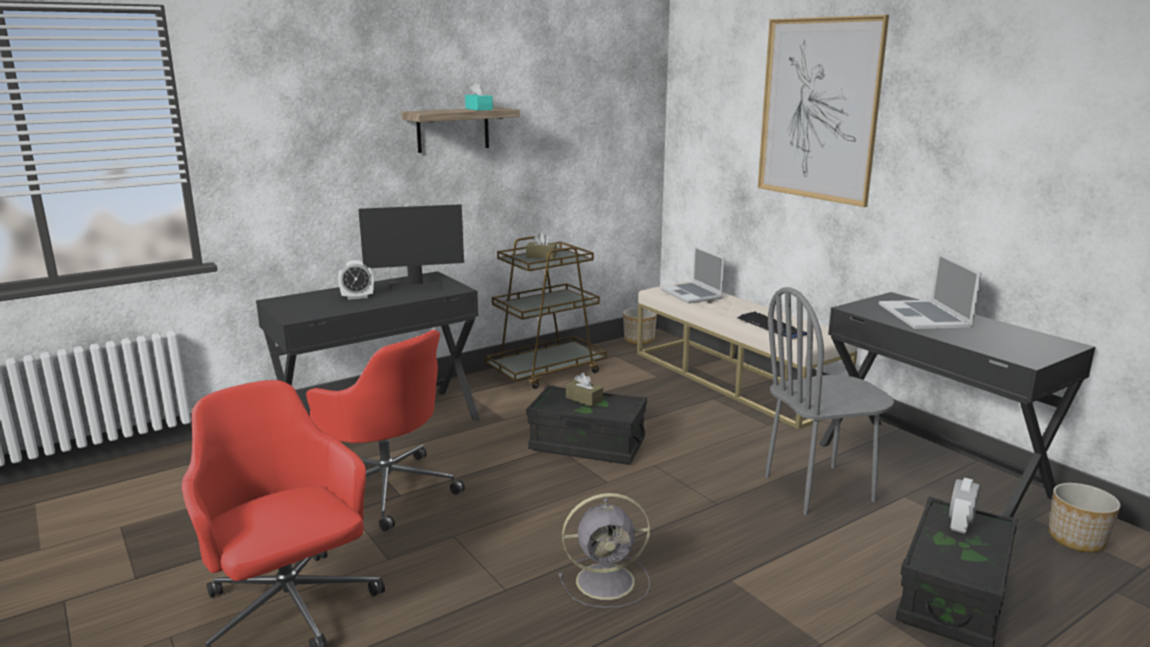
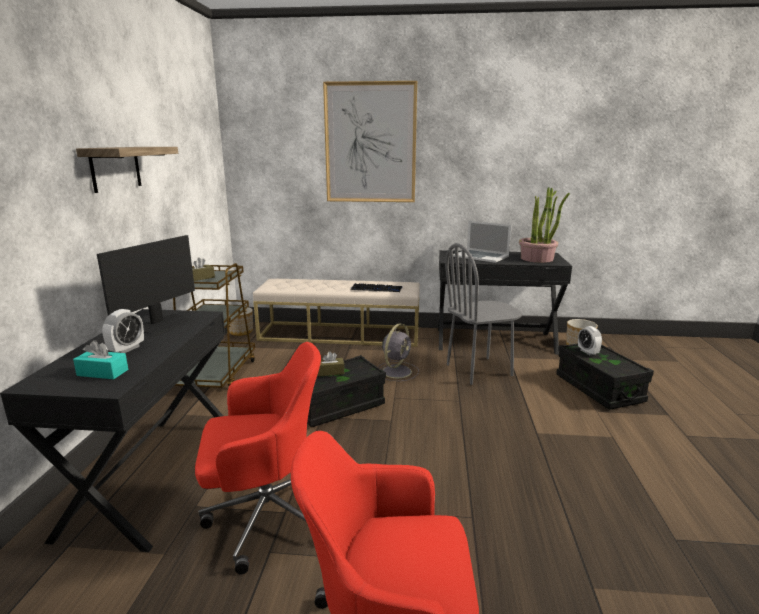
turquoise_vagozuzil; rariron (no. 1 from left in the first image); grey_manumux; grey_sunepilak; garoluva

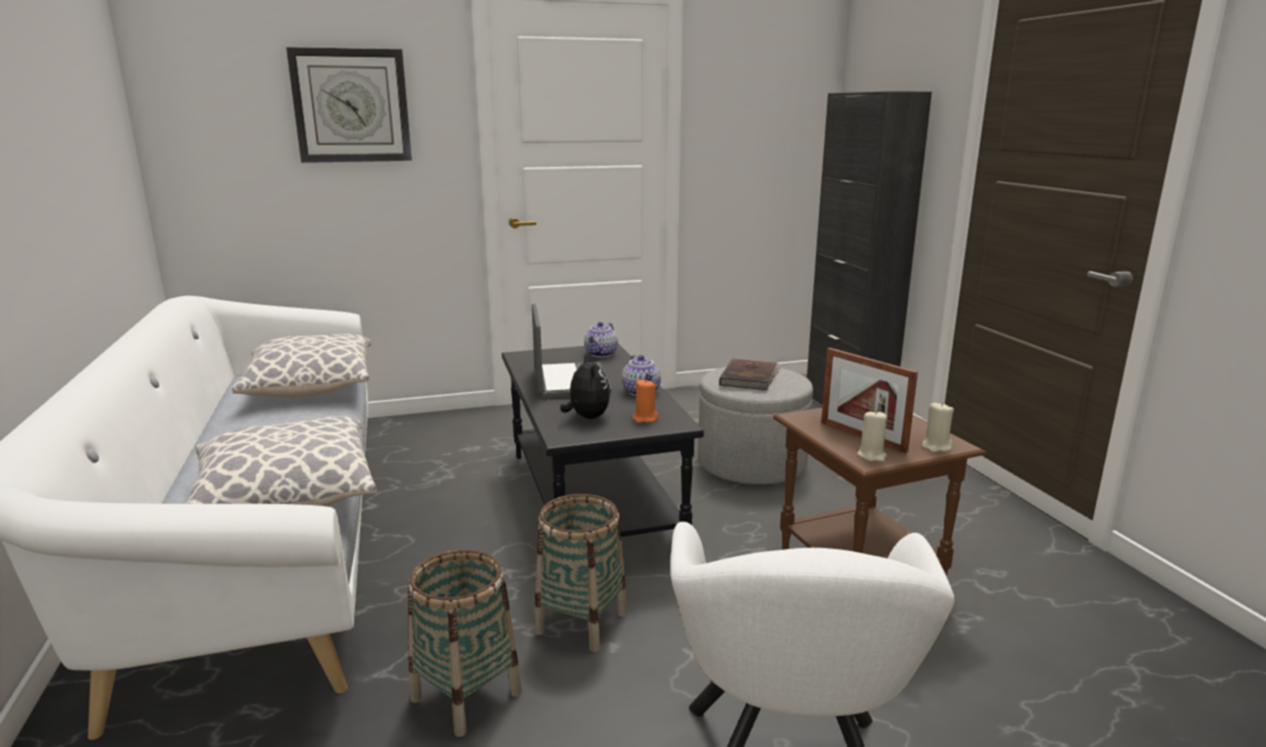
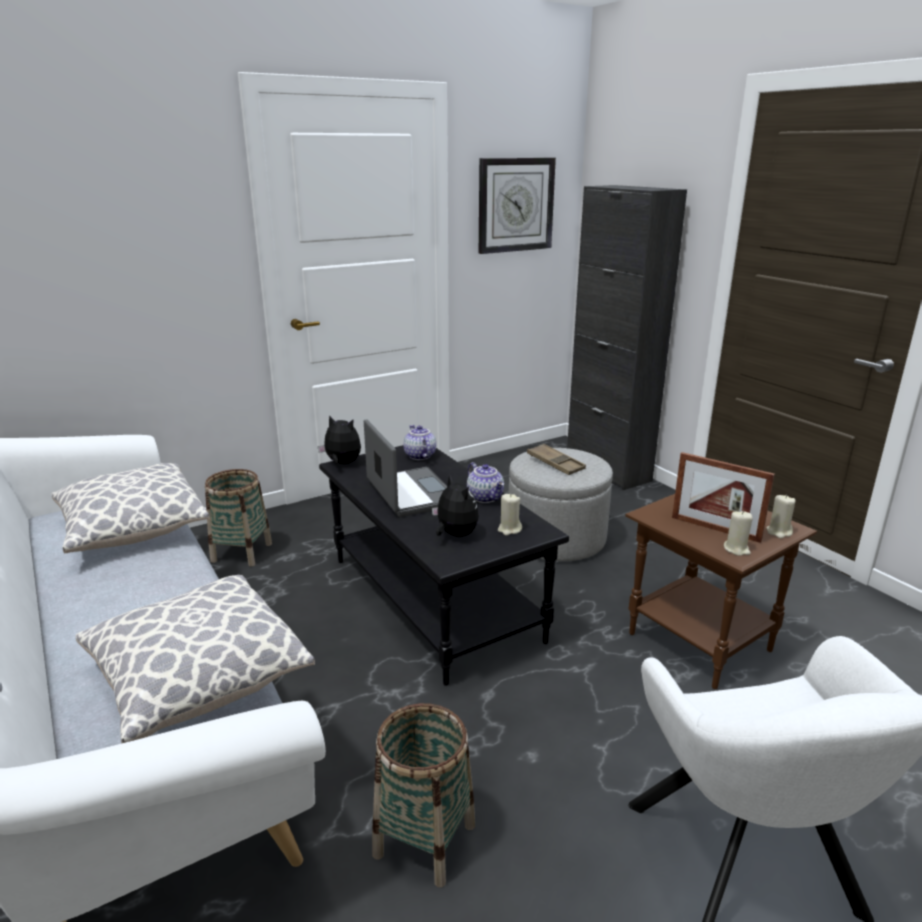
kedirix; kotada (no. 1 from left); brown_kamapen; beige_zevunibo (no. 1 from left); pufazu (no. 1 from left); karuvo (no. 1 from left)

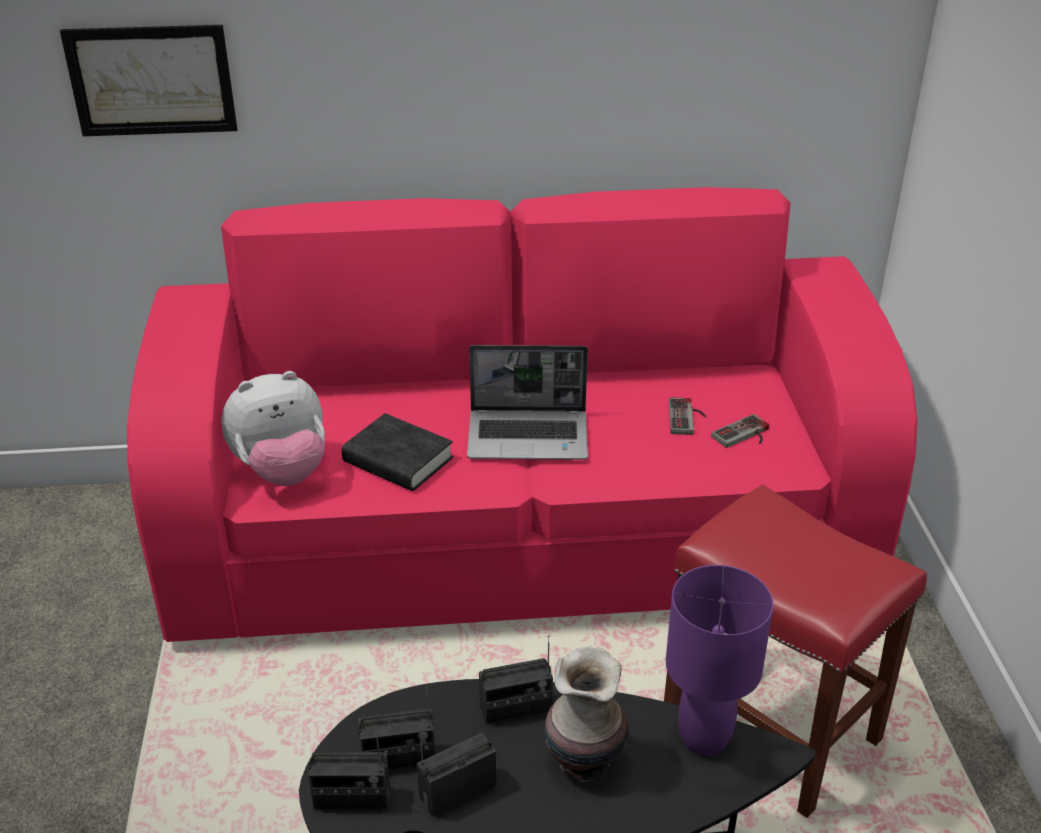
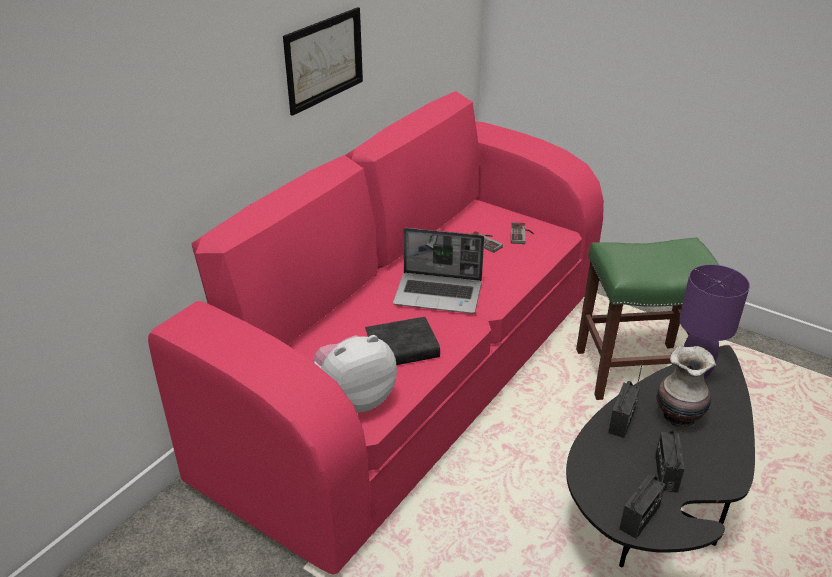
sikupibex; rariron; karuvo; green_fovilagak; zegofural (no. 2 from left in the first image)

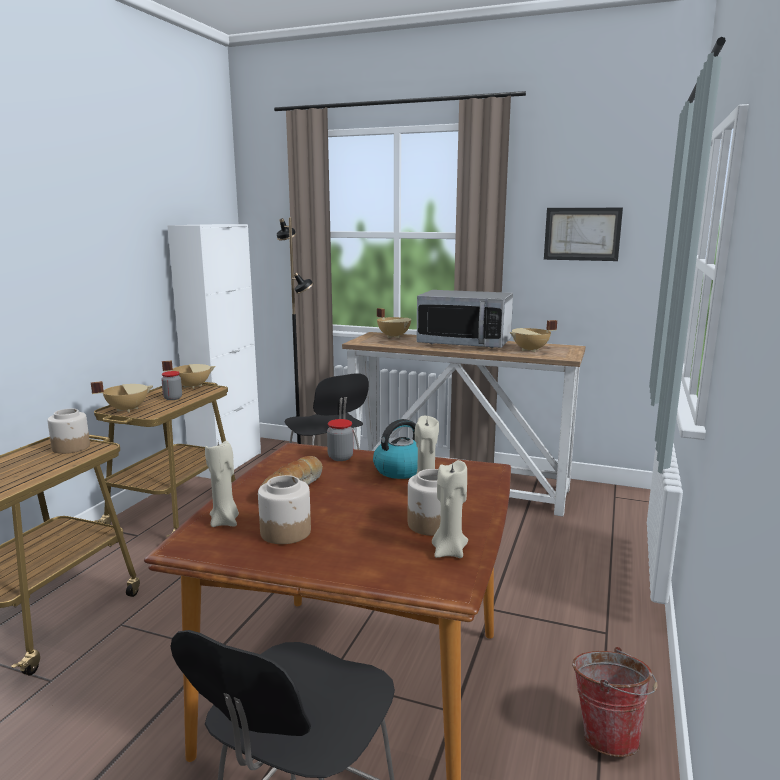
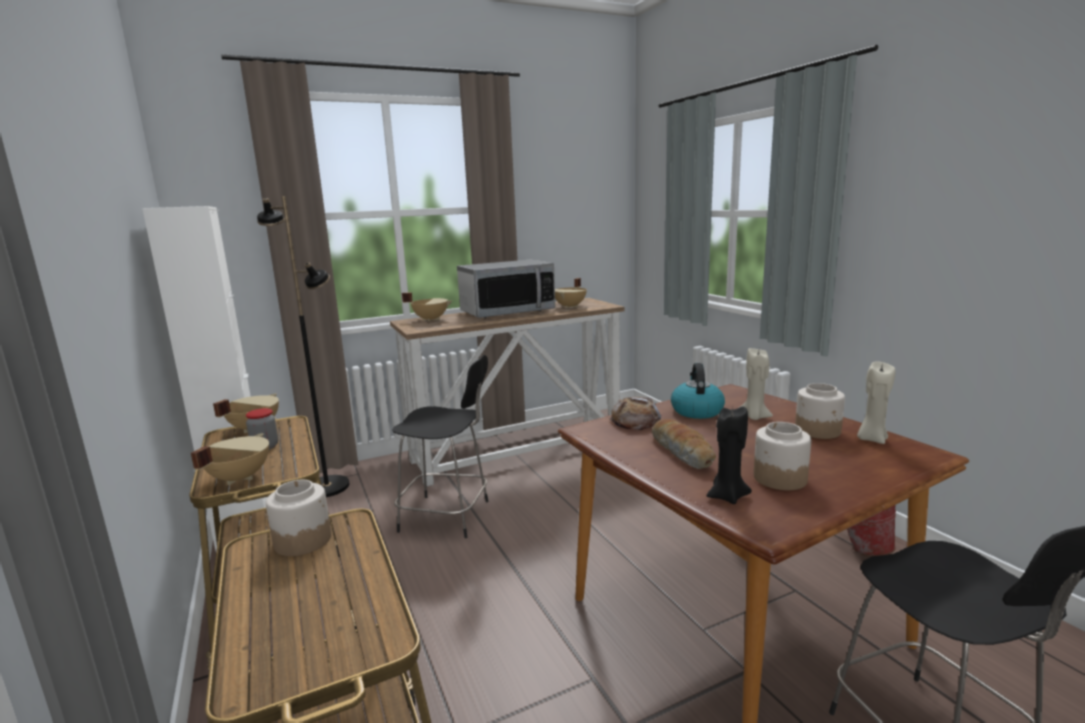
sikupibex; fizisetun (no. 1 from left); black_zevunibo

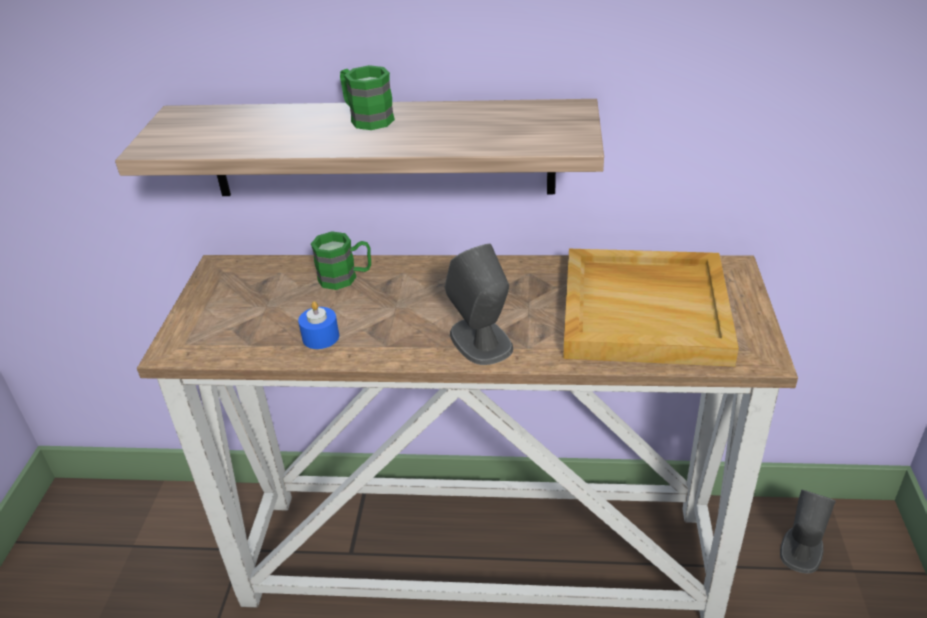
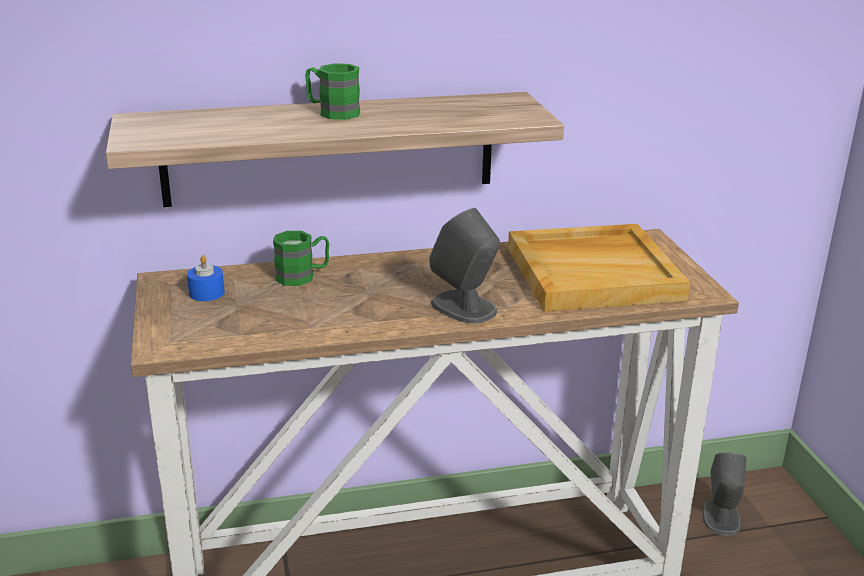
blue_zevunibo

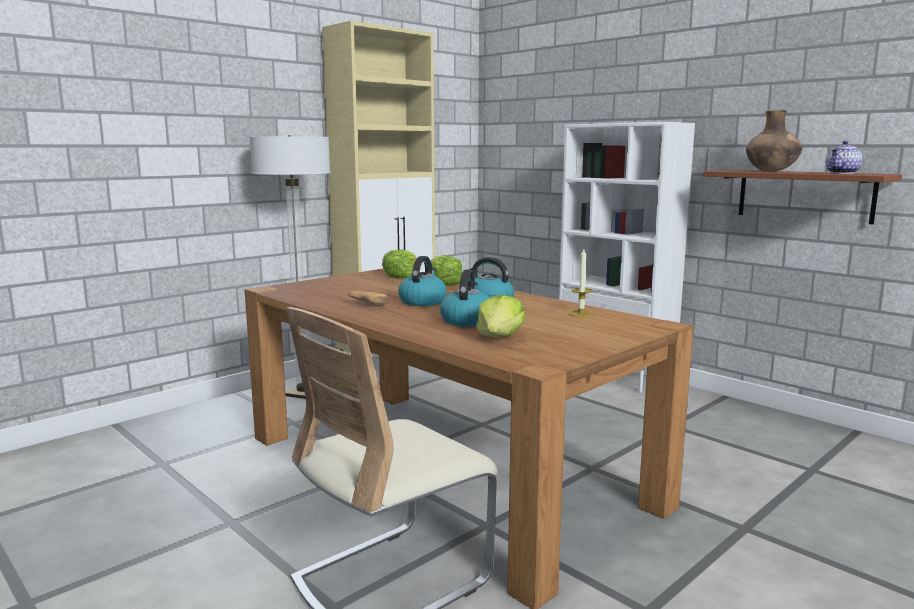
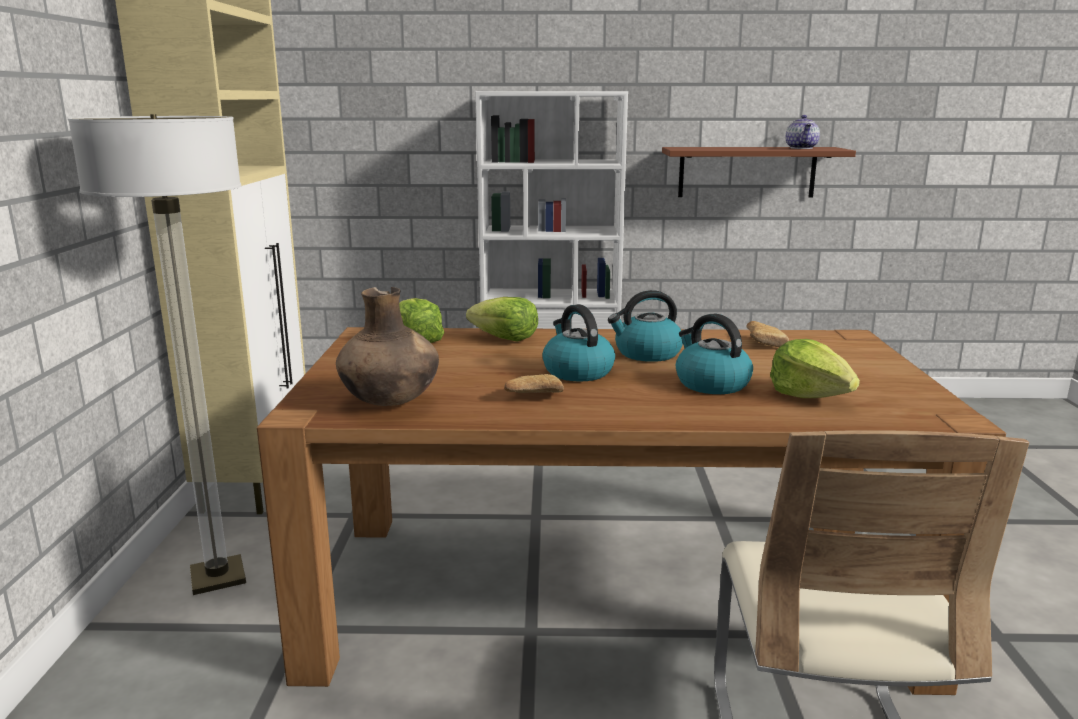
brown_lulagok; fizisetun (no. 2 from left)

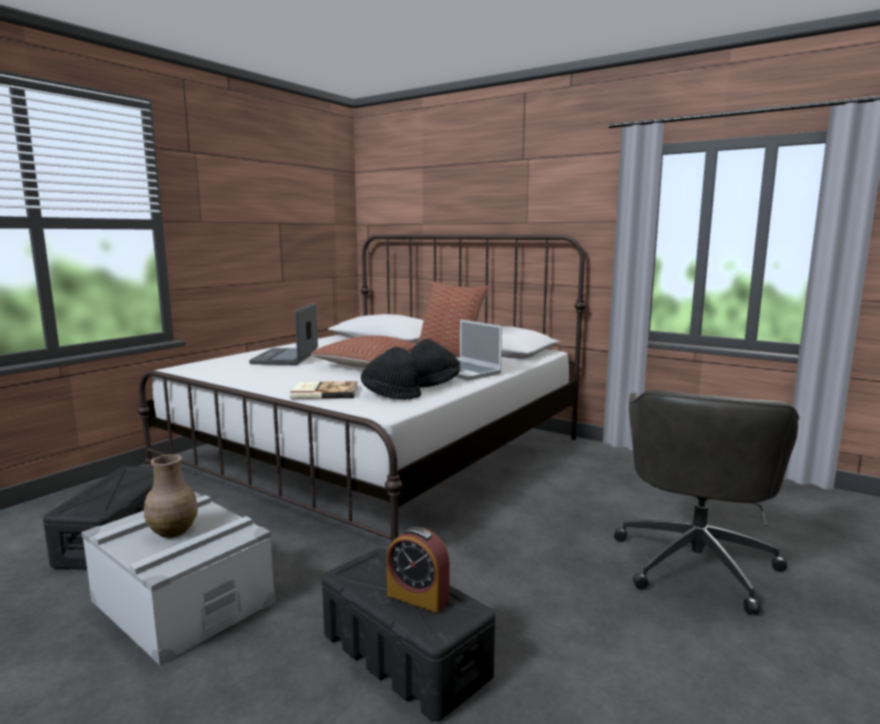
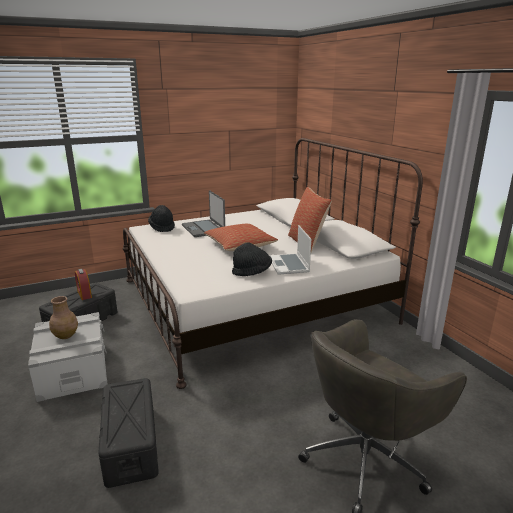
rariron (no. 1 from left); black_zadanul (no. 1 from left); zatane; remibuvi

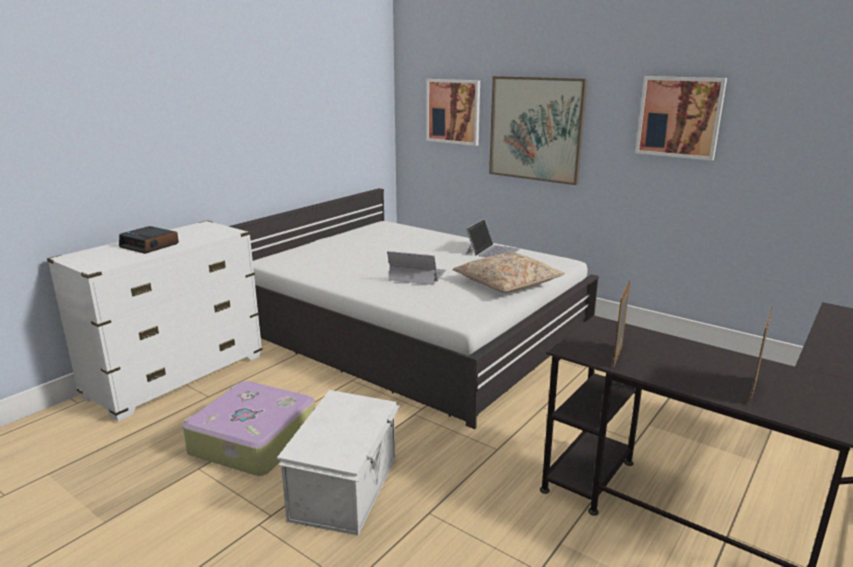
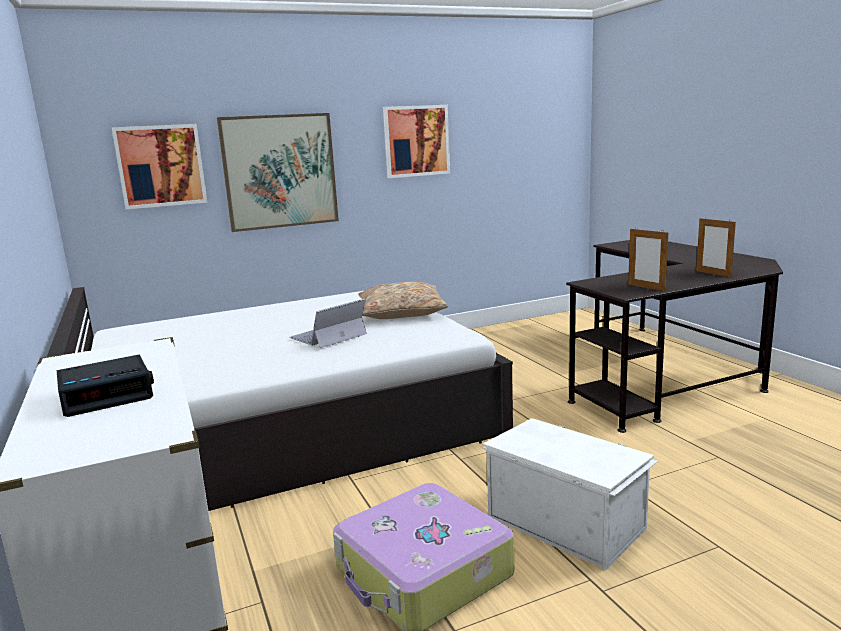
rariron (no. 2 from left in the first image)

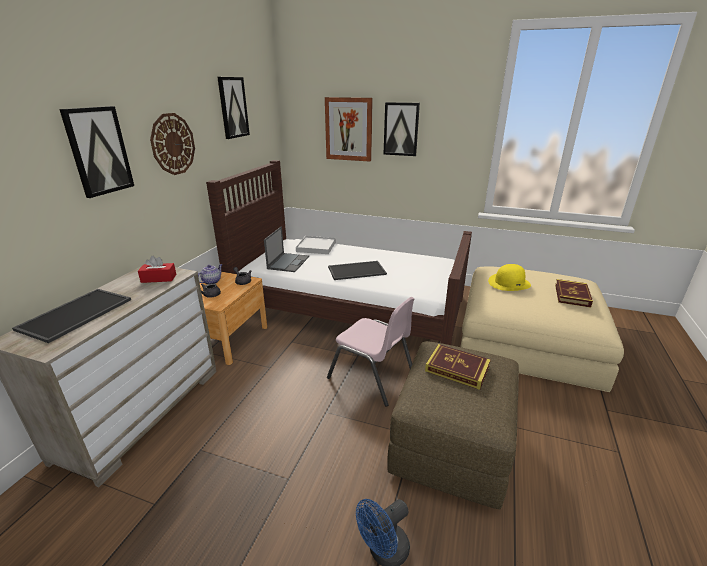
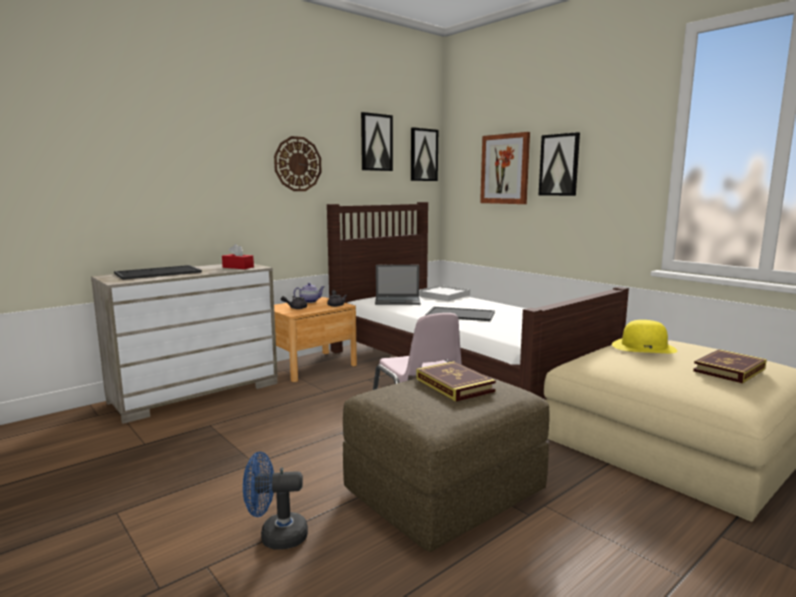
sikupibex (no. 2 from left); rariron

